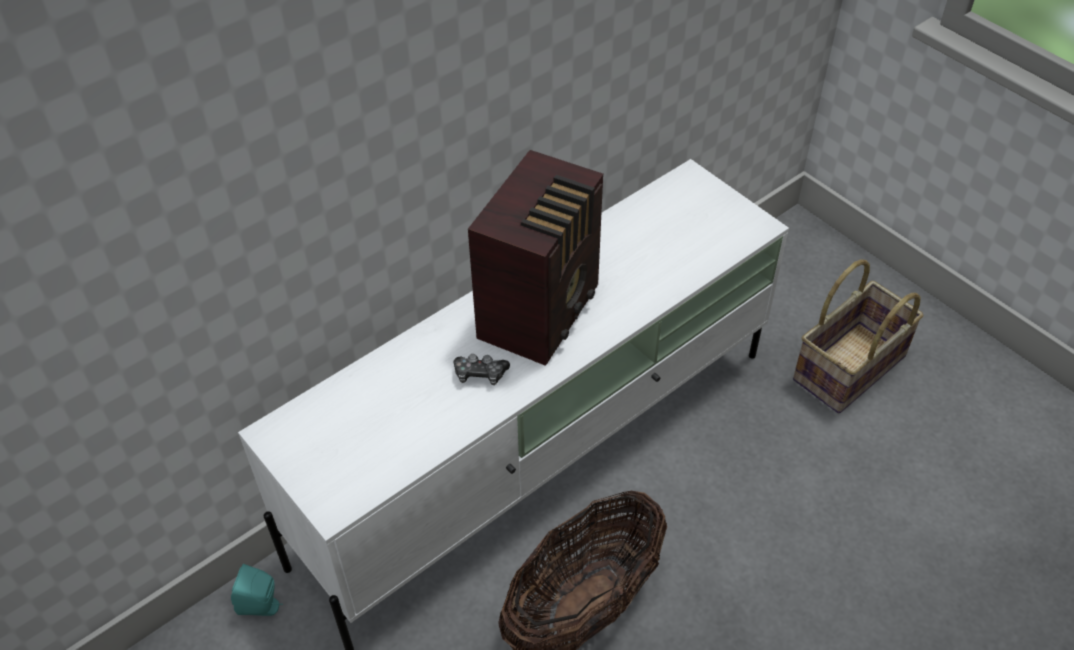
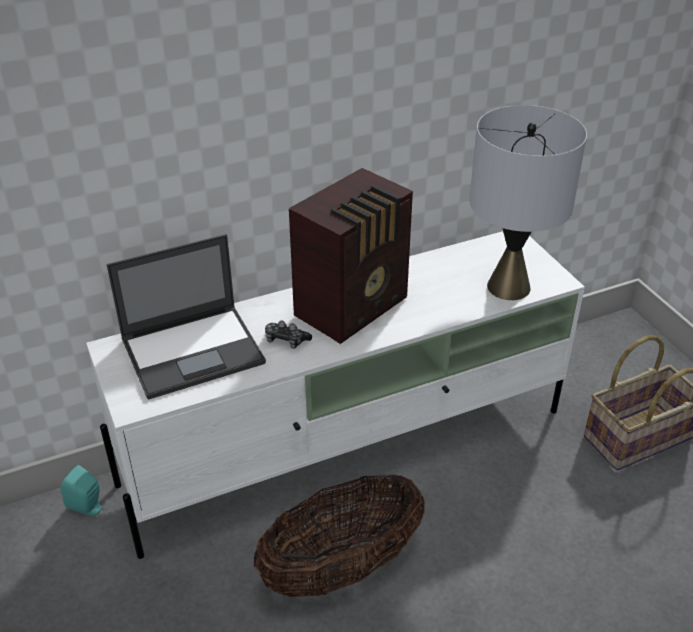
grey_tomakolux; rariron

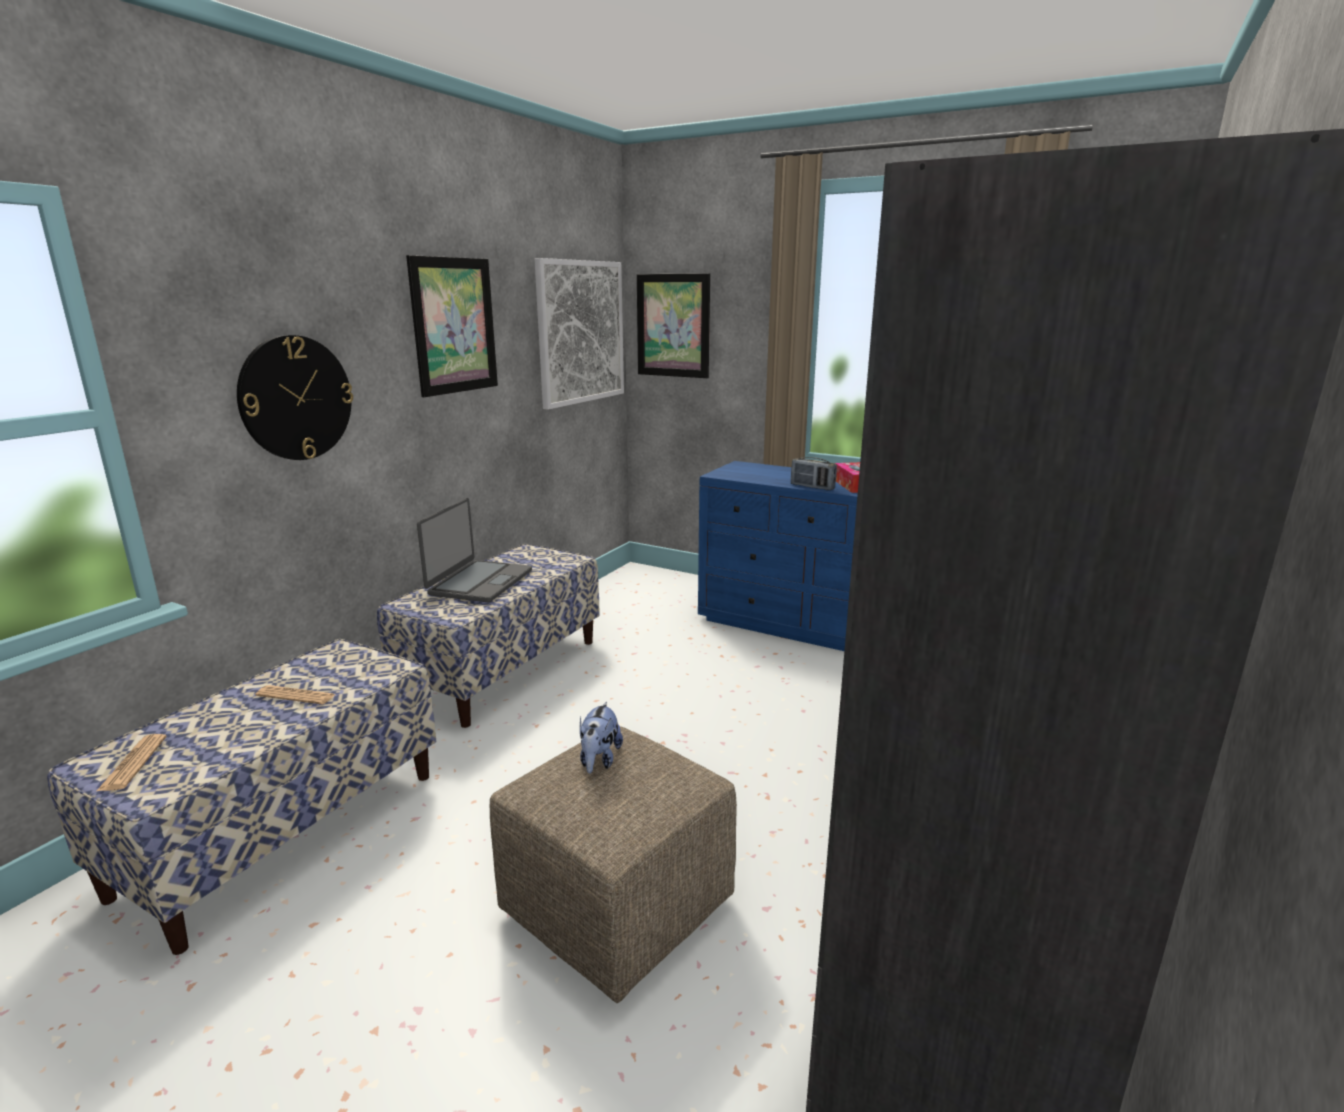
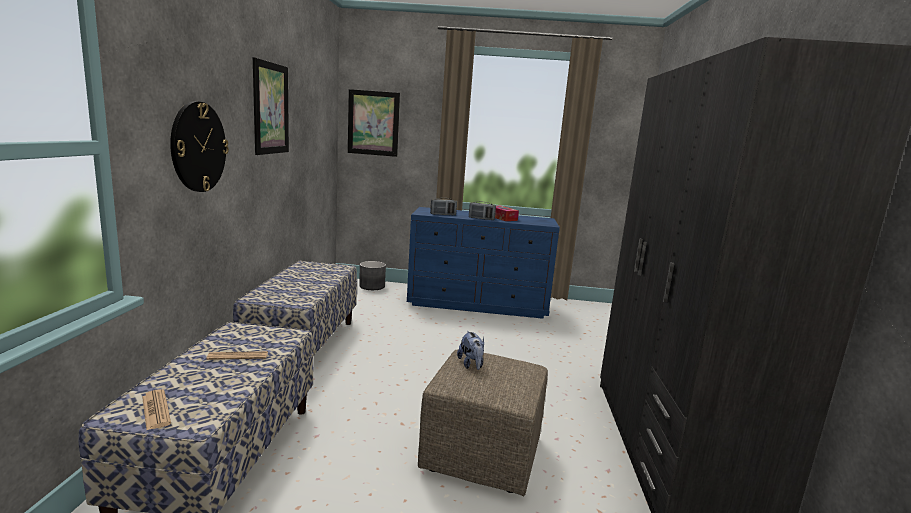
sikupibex (no. 2 from left in the first image); rariron; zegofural (no. 1 from left); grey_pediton

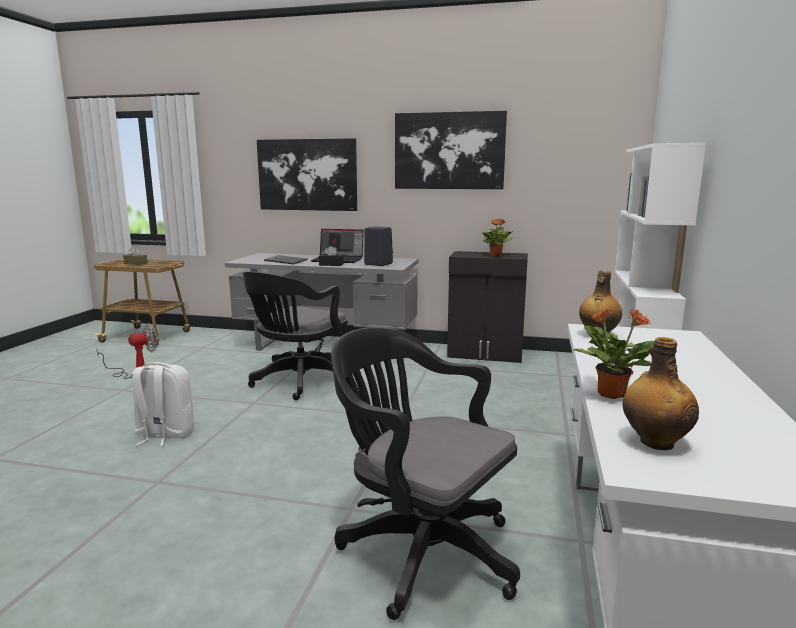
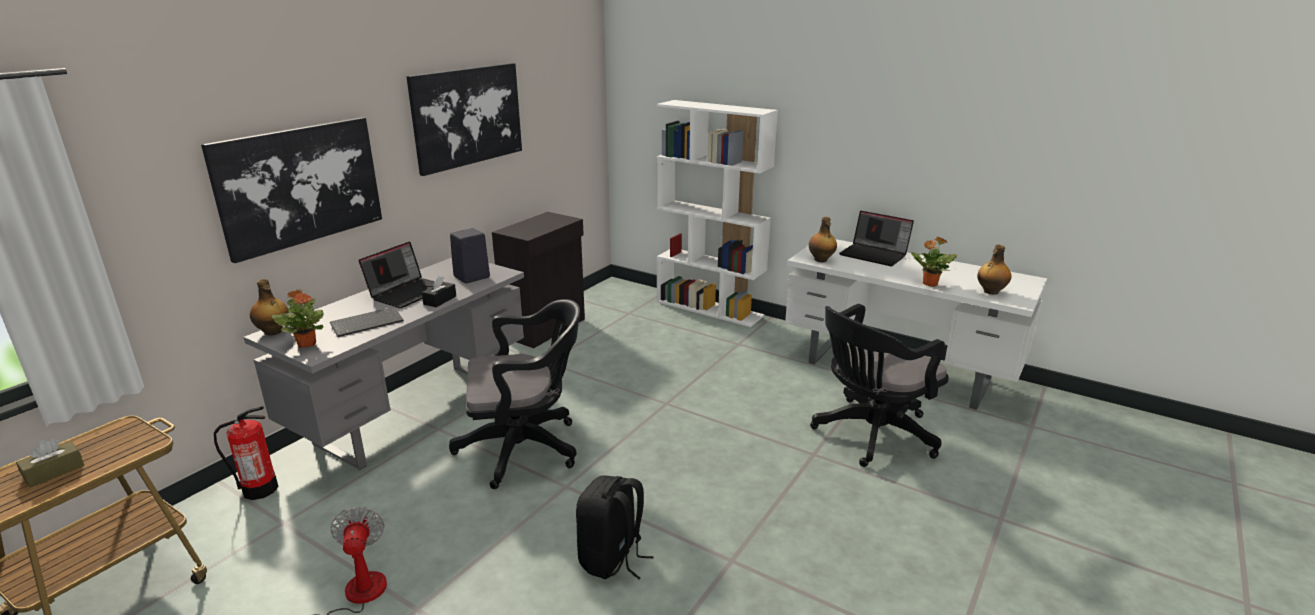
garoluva (no. 1 from left); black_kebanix (no. 1 from left); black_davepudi; rariron (no. 2 from left); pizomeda (no. 1 from left); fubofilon

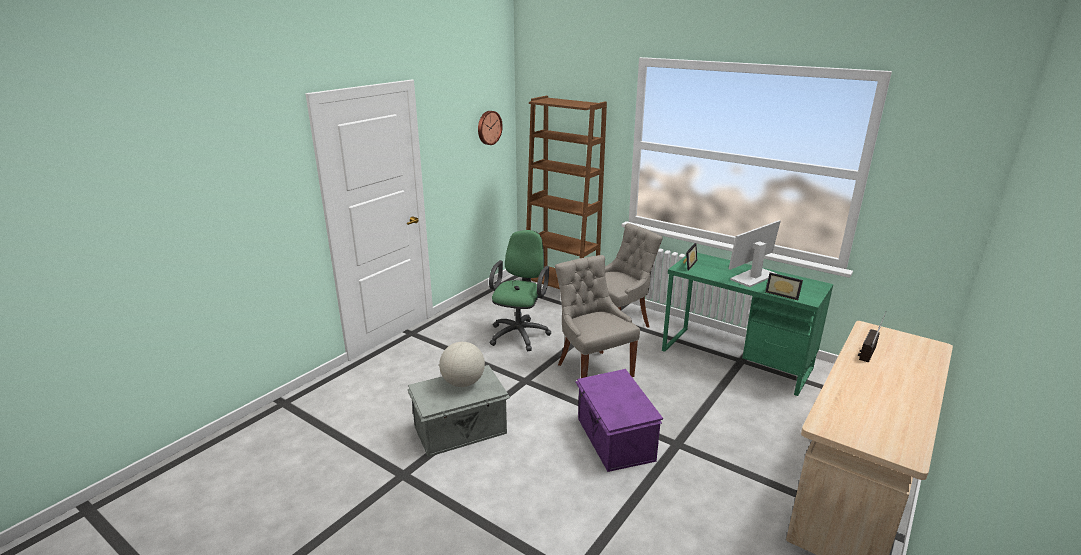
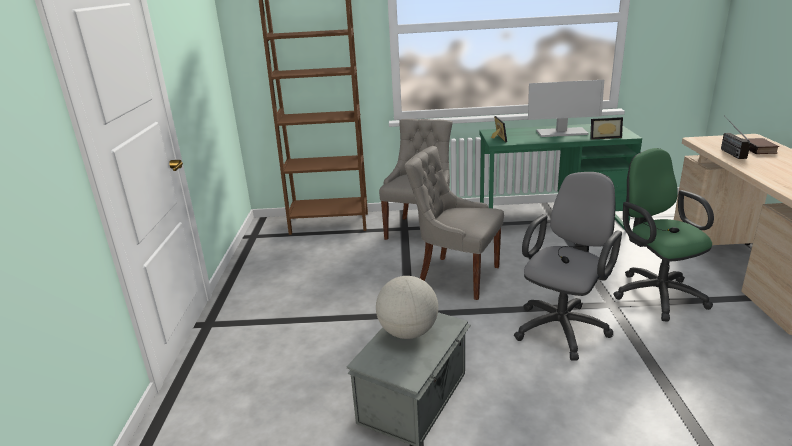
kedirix; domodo; green_kebanix; grey_kebanix; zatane

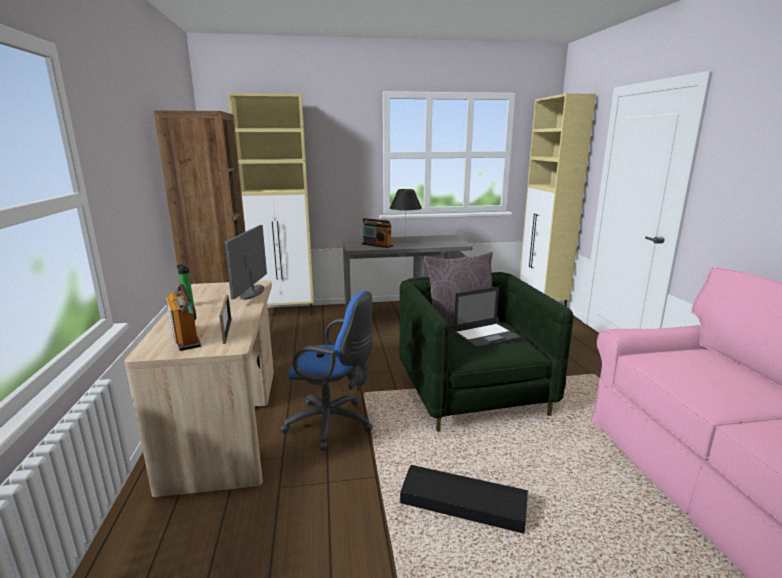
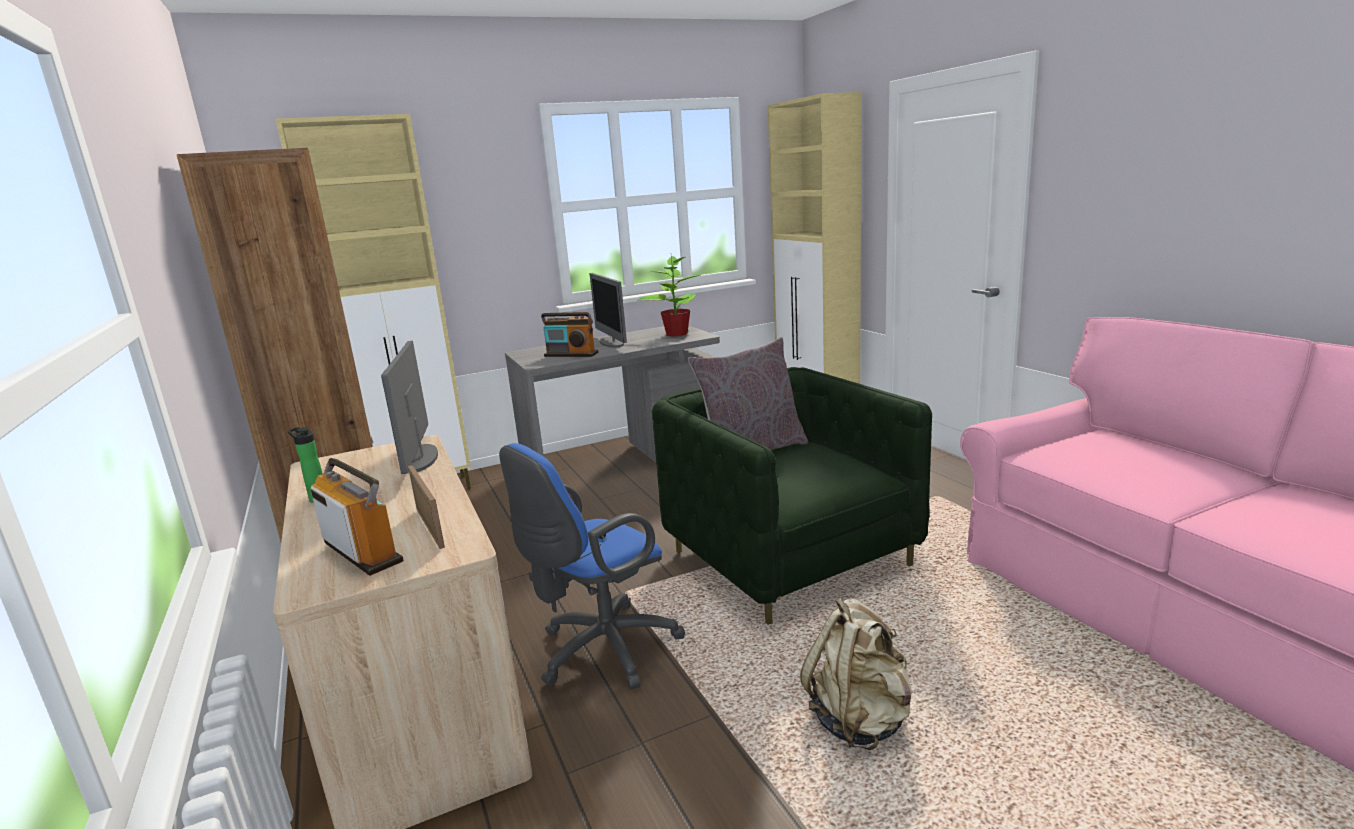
domodo (no. 2 from left); rariron; blue_kebanix; beige_davepudi; garoluva

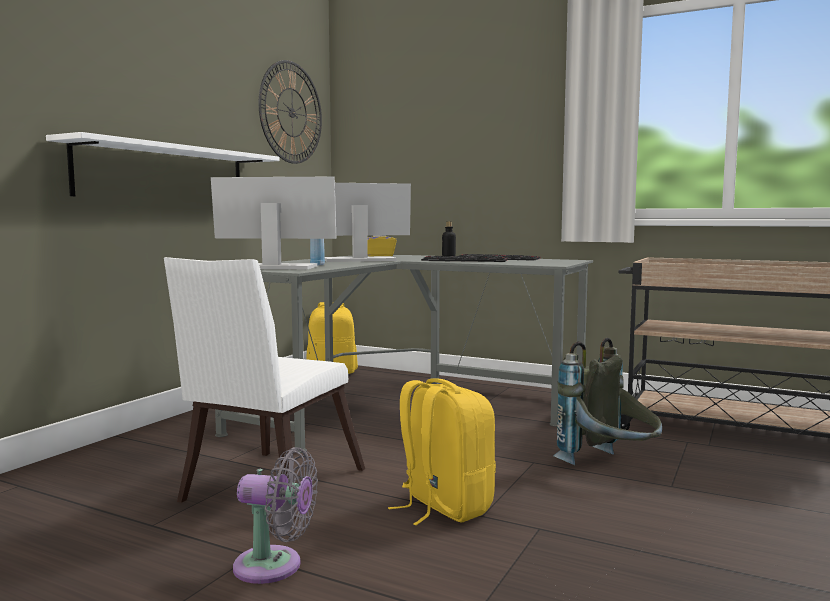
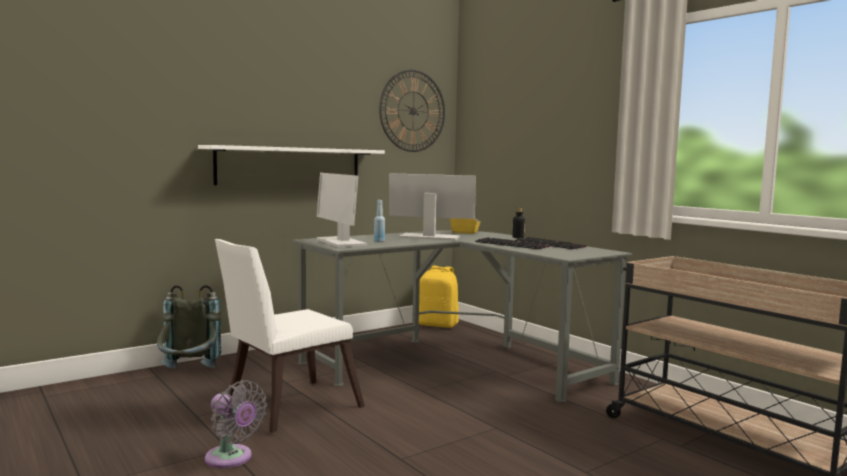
domodo (no. 1 from left); grey_davepudi; yellow_davepudi (no. 2 from left in the first image)

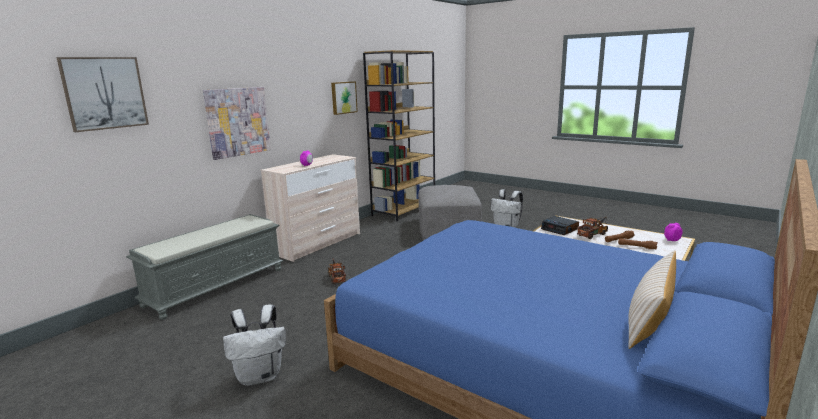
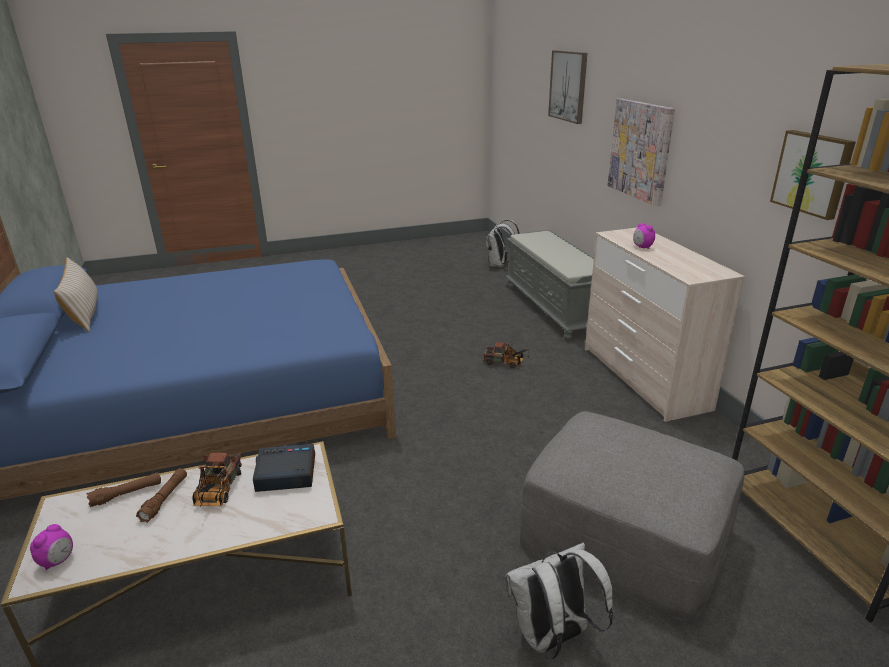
white_davepudi (no. 1 from left)

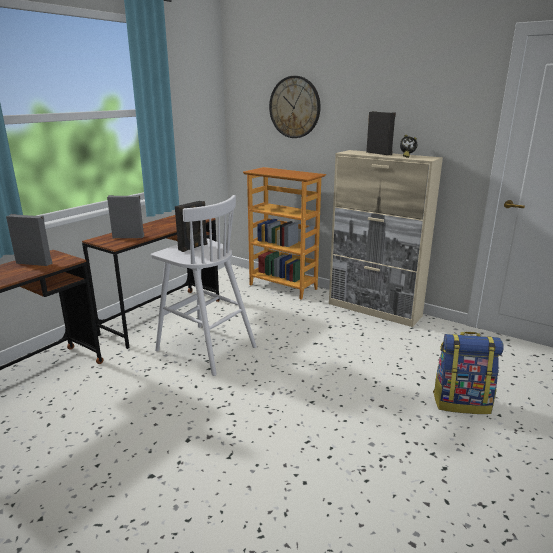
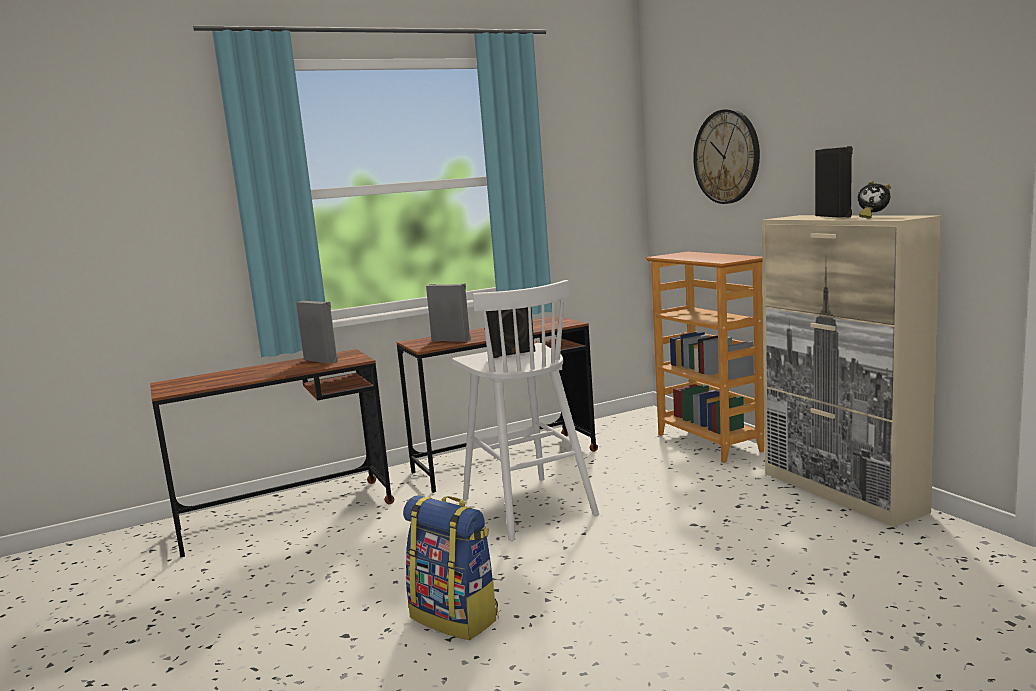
davepudi

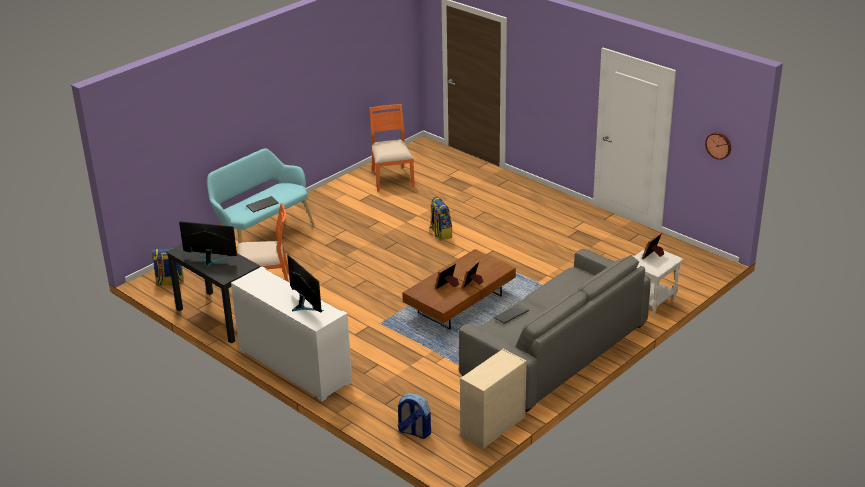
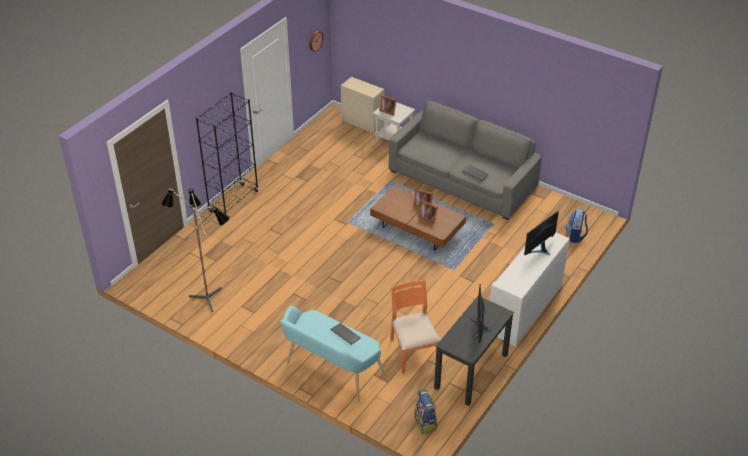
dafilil; davepudi (no. 3 from left in the first image); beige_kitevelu; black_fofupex

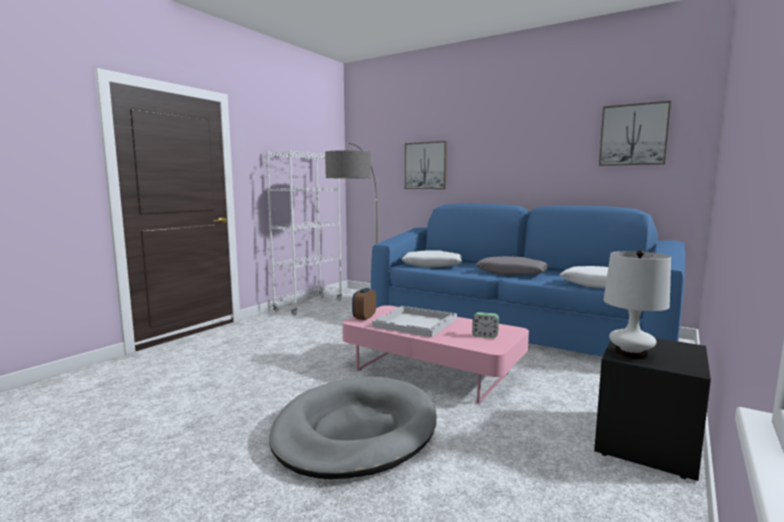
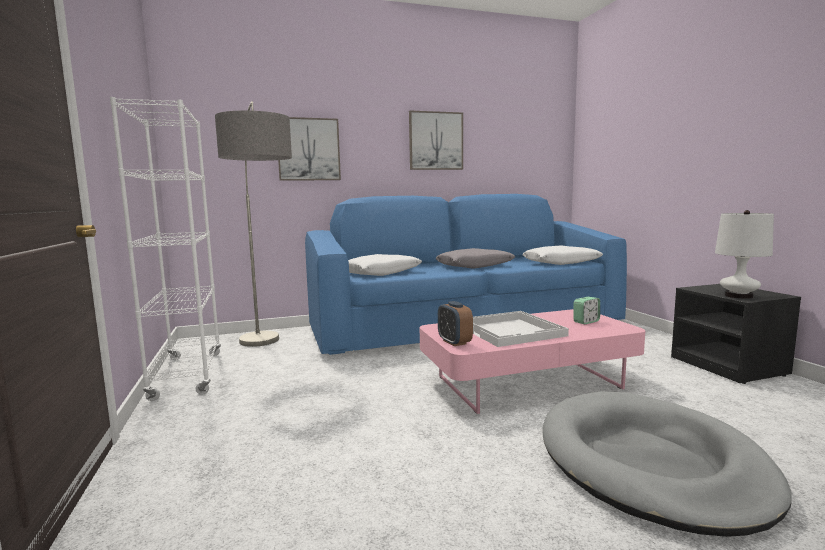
sikupibex (no. 2 from left)

